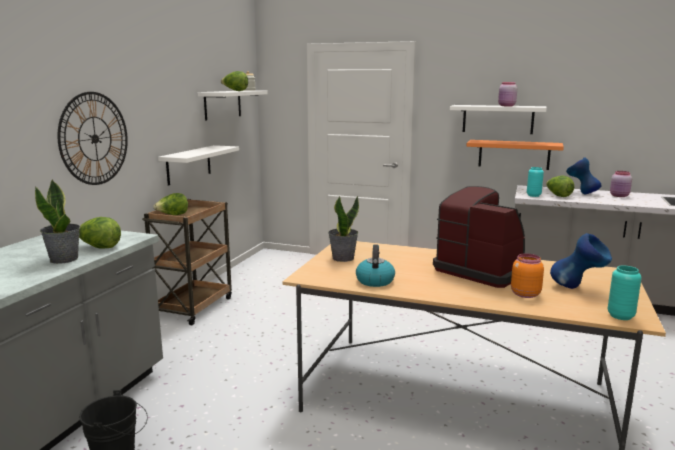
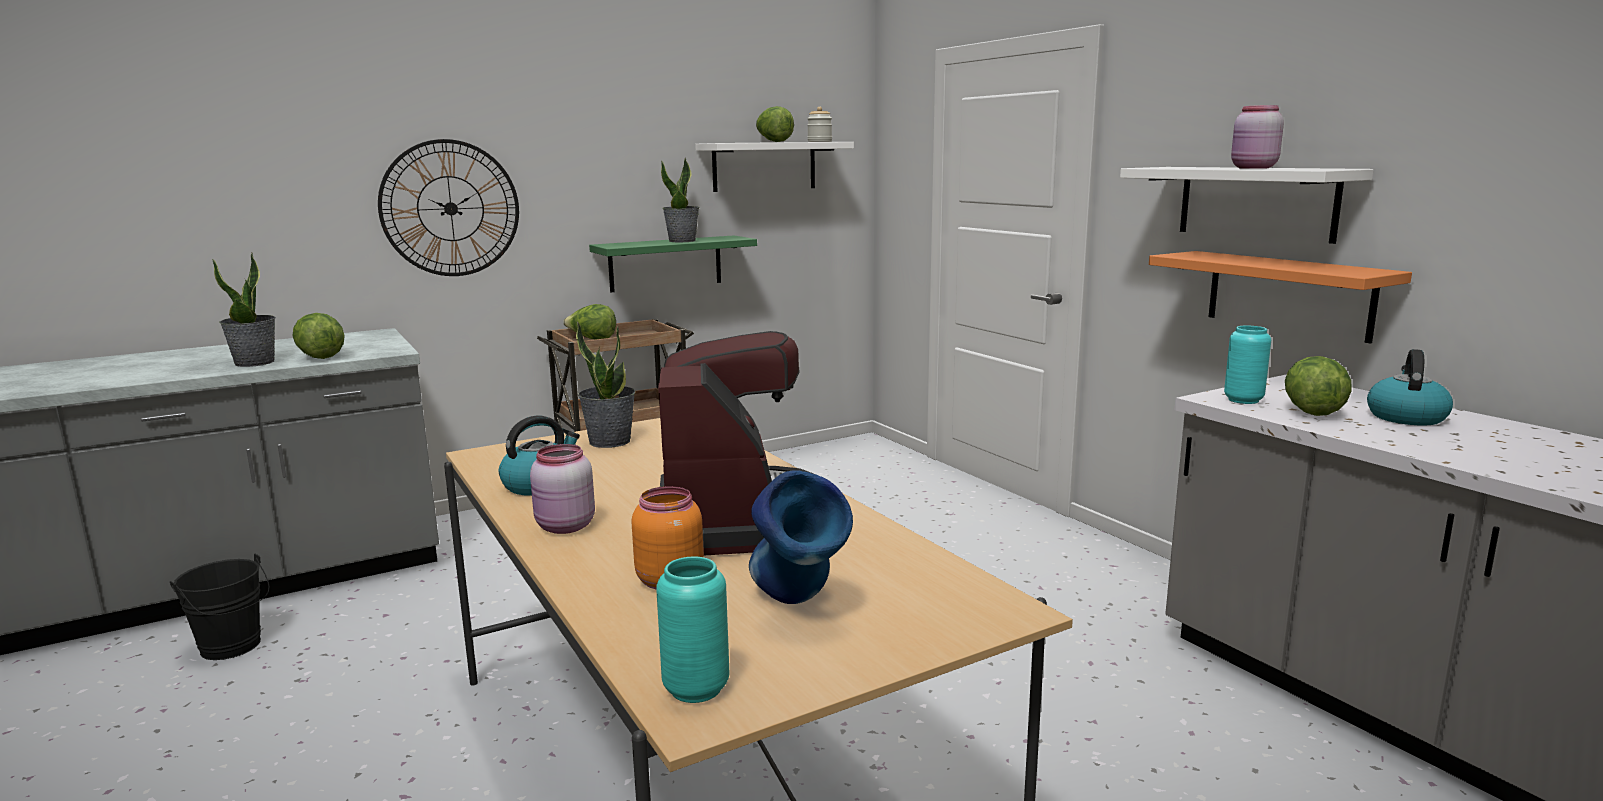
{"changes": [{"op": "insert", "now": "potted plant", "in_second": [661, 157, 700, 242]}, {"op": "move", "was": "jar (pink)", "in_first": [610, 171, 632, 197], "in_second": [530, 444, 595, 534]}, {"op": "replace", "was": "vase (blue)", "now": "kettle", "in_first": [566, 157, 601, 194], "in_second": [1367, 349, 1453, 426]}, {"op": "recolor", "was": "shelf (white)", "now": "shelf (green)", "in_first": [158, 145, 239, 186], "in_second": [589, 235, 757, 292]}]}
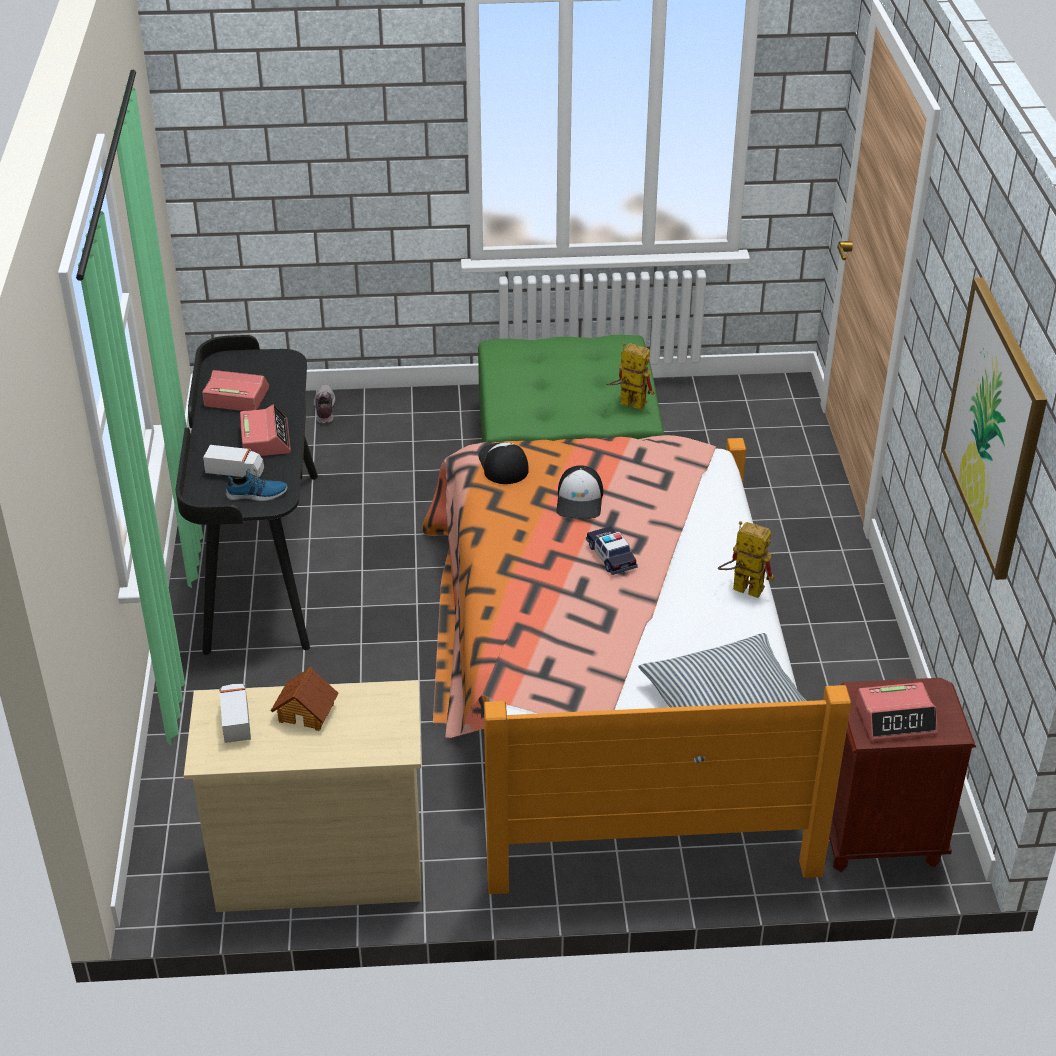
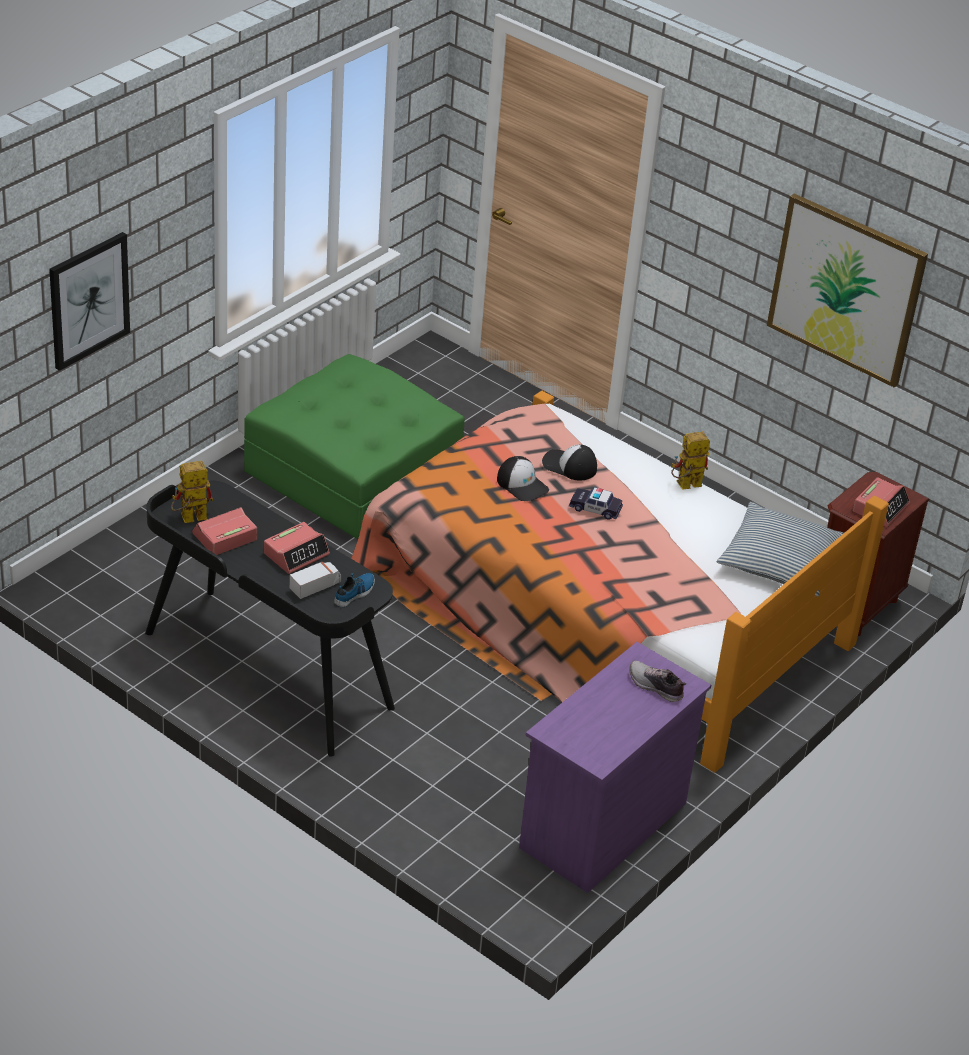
{"changes": [{"op": "delete", "was": "toy truck", "in_first": [219, 684, 251, 743]}, {"op": "delete", "was": "toy house", "in_first": [271, 667, 338, 731]}, {"op": "insert", "now": "picture", "in_second": [49, 232, 130, 371]}, {"op": "move", "was": "shoe", "in_first": [314, 384, 335, 423], "in_second": [629, 661, 686, 702]}, {"op": "move", "was": "cap", "in_first": [478, 442, 529, 484], "in_second": [542, 444, 597, 481]}, {"op": "move", "was": "toy robot", "in_first": [606, 342, 655, 410], "in_second": [171, 461, 213, 523]}, {"op": "recolor", "was": "dresser (beige)", "now": "dresser (purple)", "in_first": [184, 680, 421, 912], "in_second": [519, 642, 711, 893]}, {"op": "rotate", "was": "alarm clock", "in_first": [240, 404, 291, 456], "in_second": [264, 522, 330, 574], "clockwise": 105}]}
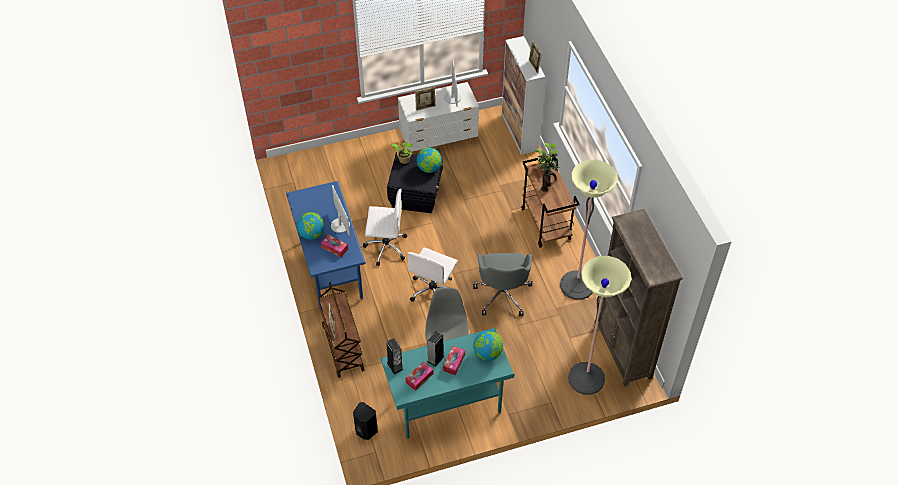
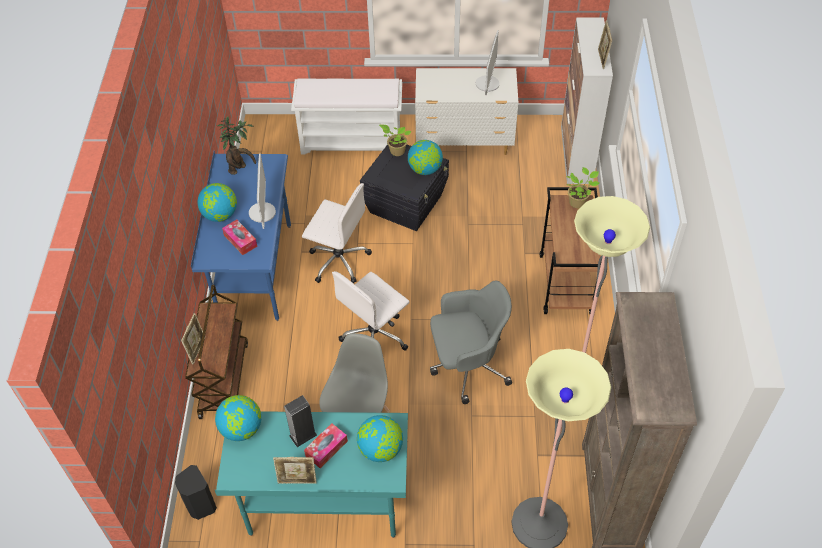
{"changes": [{"op": "delete", "was": "tissue box", "in_first": [405, 362, 433, 391]}, {"op": "insert", "now": "bench (white)", "in_second": [291, 79, 402, 155]}, {"op": "move", "was": "picture frame", "in_first": [415, 87, 436, 111], "in_second": [273, 457, 317, 484]}, {"op": "move", "was": "potted plant", "in_first": [538, 153, 559, 192], "in_second": [217, 116, 256, 175]}, {"op": "replace", "was": "speaker", "now": "globe", "in_first": [386, 338, 403, 374], "in_second": [215, 395, 261, 441]}, {"op": "rotate", "was": "office chair (grey)", "in_first": [473, 253, 532, 316], "in_second": [430, 280, 512, 404], "clockwise": -120}]}
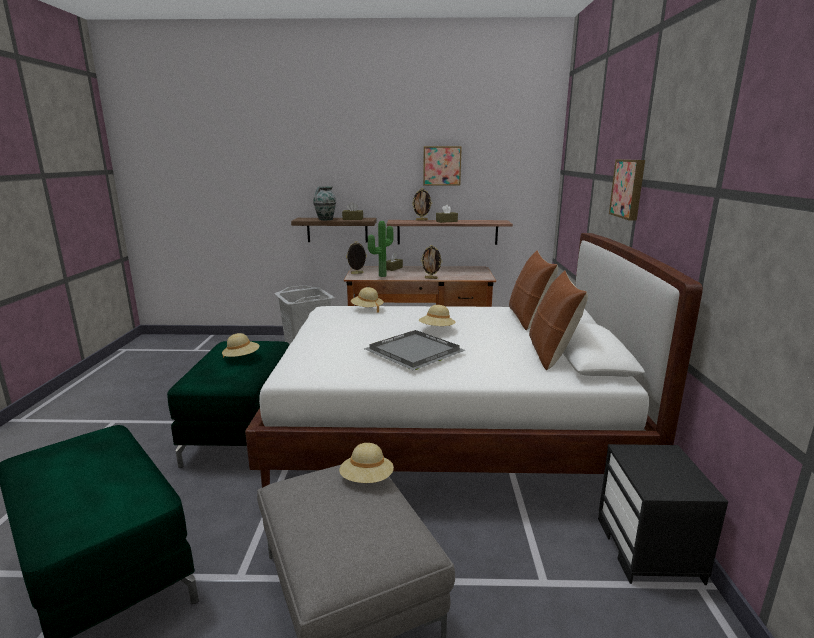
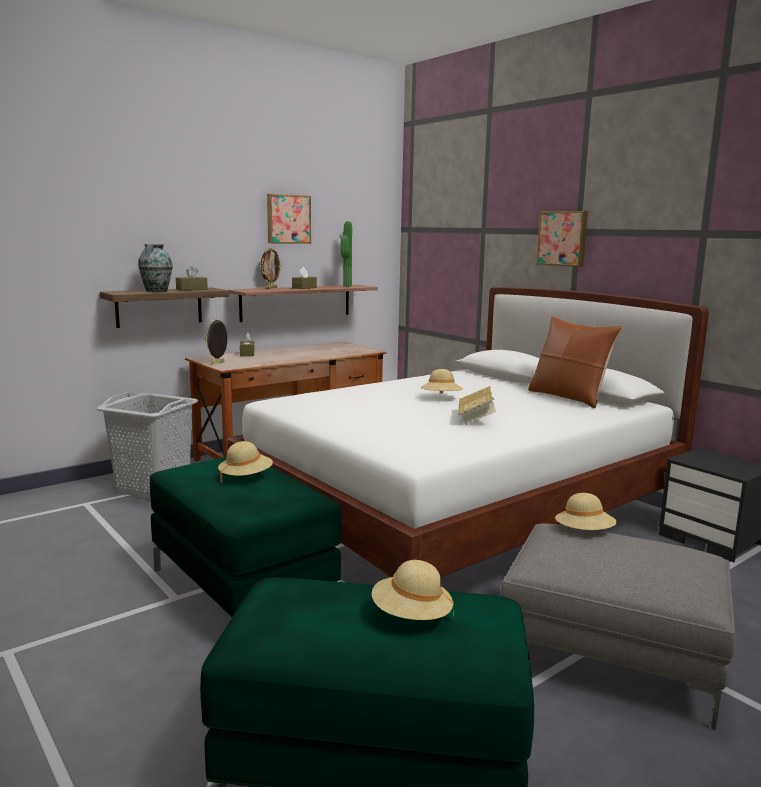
{"changes": [{"op": "delete", "was": "picture frame", "in_first": [421, 245, 442, 279]}, {"op": "delete", "was": "pillow (brown)", "in_first": [509, 250, 558, 330]}, {"op": "move", "was": "hat (beige)", "in_first": [351, 287, 384, 313], "in_second": [372, 560, 454, 620]}, {"op": "move", "was": "potted plant", "in_first": [368, 221, 394, 277], "in_second": [341, 221, 352, 286]}, {"op": "replace", "was": "tray (grey)", "now": "book", "in_first": [364, 330, 465, 370], "in_second": [458, 386, 496, 425]}]}
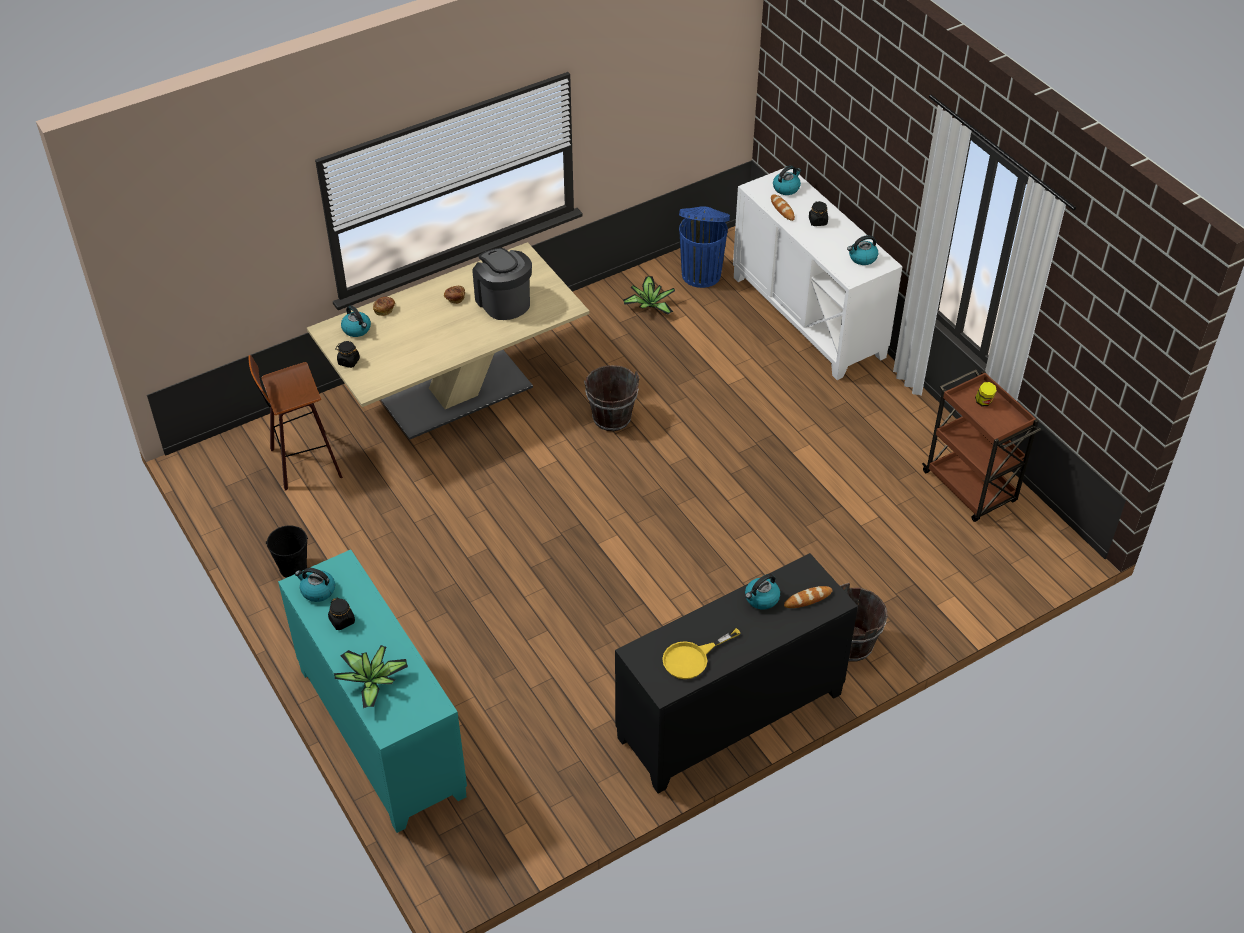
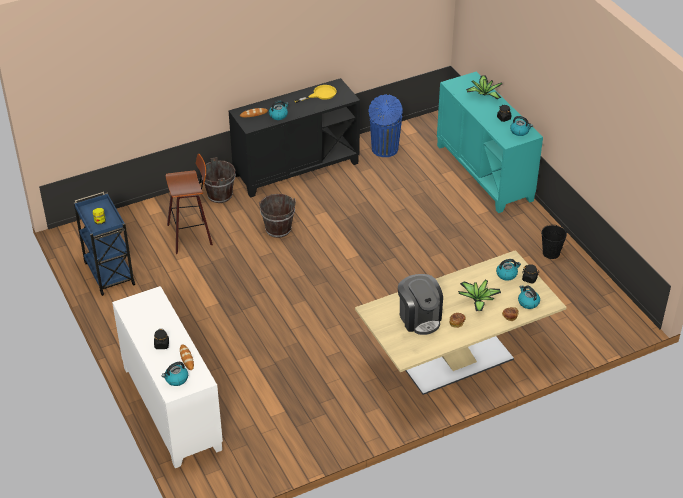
{"changes": [{"op": "move", "was": "stool", "in_first": [248, 355, 343, 490], "in_second": [166, 154, 213, 254]}, {"op": "move", "was": "bucket (brown)", "in_first": [584, 365, 640, 431], "in_second": [259, 194, 296, 238]}, {"op": "move", "was": "potted plant", "in_first": [623, 276, 675, 315], "in_second": [458, 280, 501, 311]}, {"op": "move", "was": "trash can (blue)", "in_first": [679, 206, 730, 288], "in_second": [369, 94, 403, 157]}, {"op": "move", "was": "kettle", "in_first": [847, 235, 878, 265], "in_second": [496, 259, 521, 281]}, {"op": "recolor", "was": "cart (brown)", "now": "cart (blue)", "in_first": [922, 370, 1041, 522], "in_second": [74, 192, 136, 296]}]}
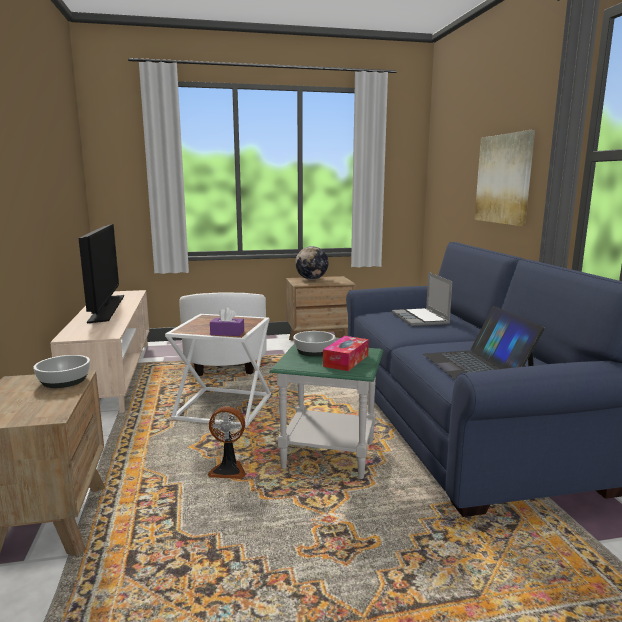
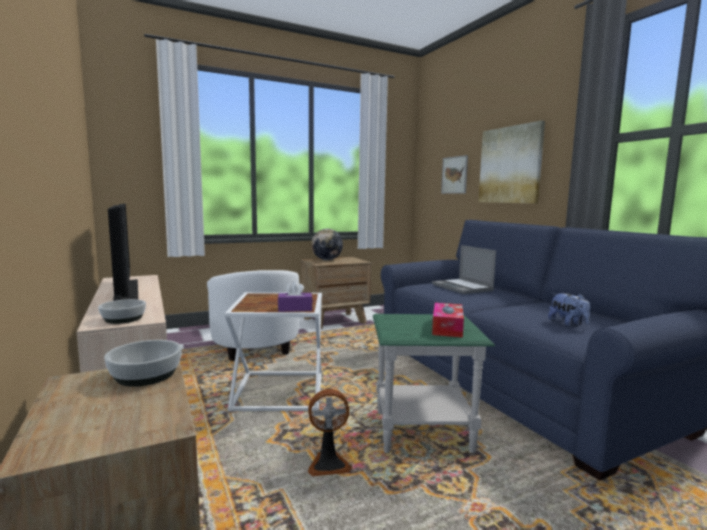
{"changes": [{"op": "insert", "now": "picture", "in_second": [441, 155, 468, 194]}, {"op": "move", "was": "bowl", "in_first": [293, 331, 335, 357], "in_second": [98, 299, 146, 324]}, {"op": "replace", "was": "laptop", "now": "plush toy", "in_first": [423, 306, 545, 379], "in_second": [548, 293, 590, 326]}]}
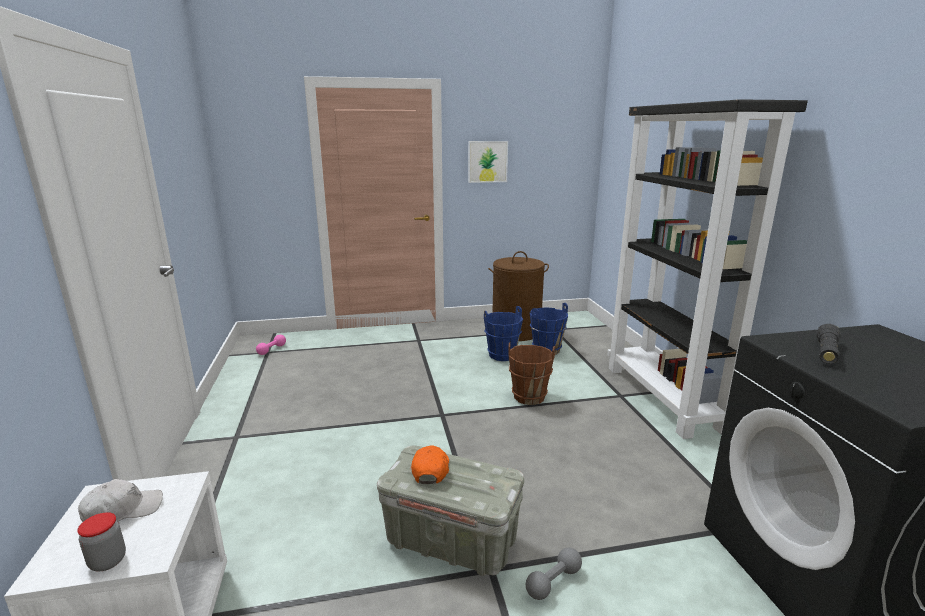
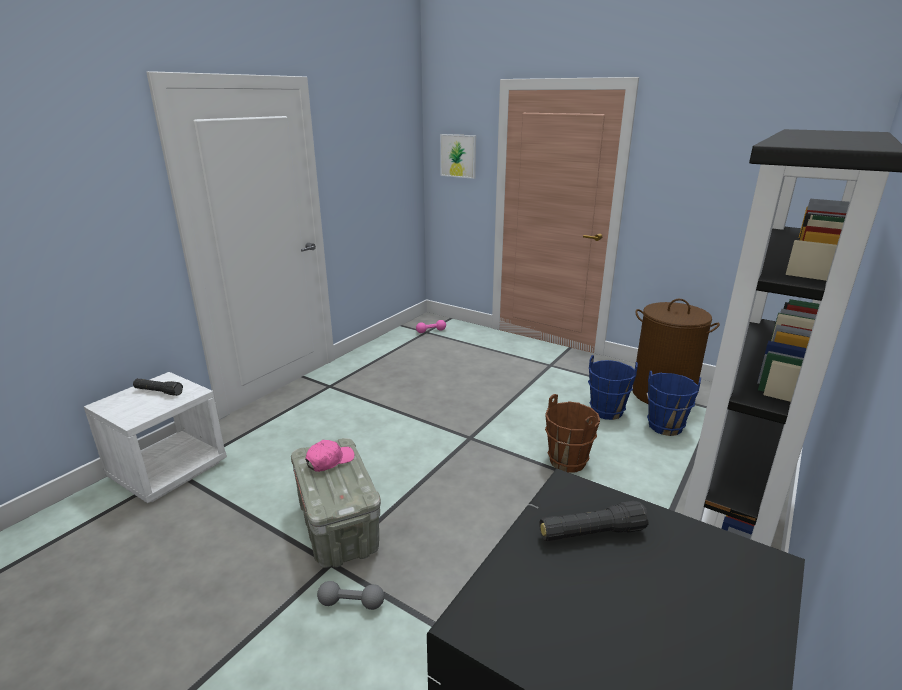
{"changes": [{"op": "delete", "was": "jar", "in_first": [77, 512, 126, 571]}, {"op": "move", "was": "picture", "in_first": [468, 141, 508, 183], "in_second": [440, 134, 476, 179]}, {"op": "replace", "was": "cap (white)", "now": "flashlight (black)", "in_first": [78, 479, 163, 522], "in_second": [133, 378, 183, 396]}, {"op": "recolor", "was": "cap (orange)", "now": "cap (pink)", "in_first": [411, 445, 449, 484], "in_second": [305, 440, 354, 472]}]}
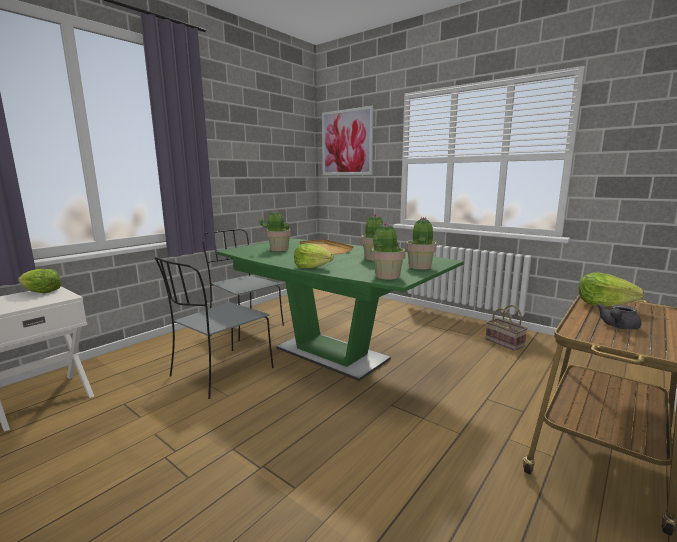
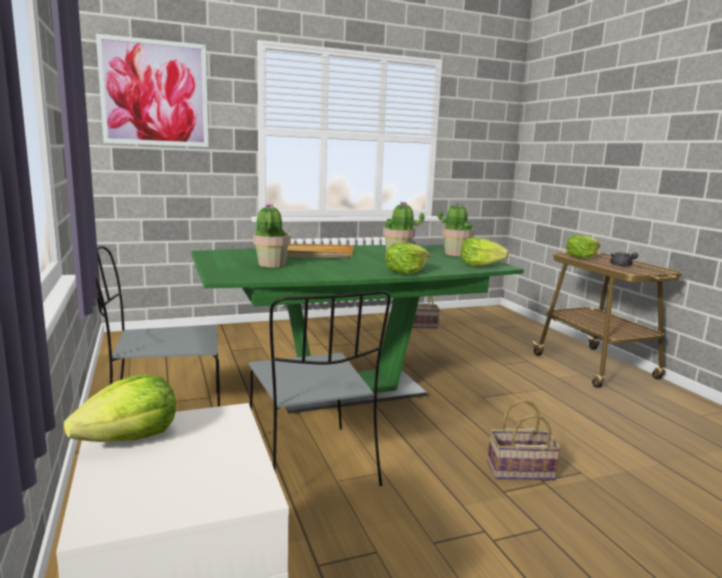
{"changes": [{"op": "insert", "now": "basket", "in_second": [487, 400, 561, 480]}, {"op": "replace", "was": "potted plant", "now": "lettuce", "in_first": [372, 222, 405, 280], "in_second": [461, 237, 509, 266]}]}
